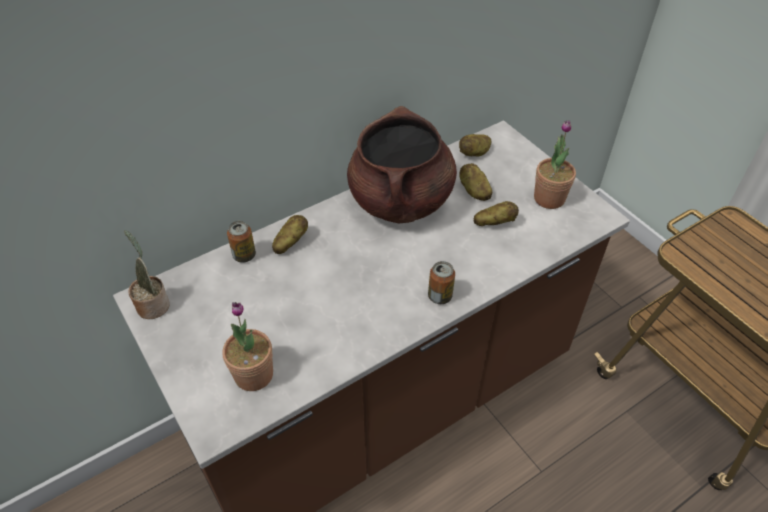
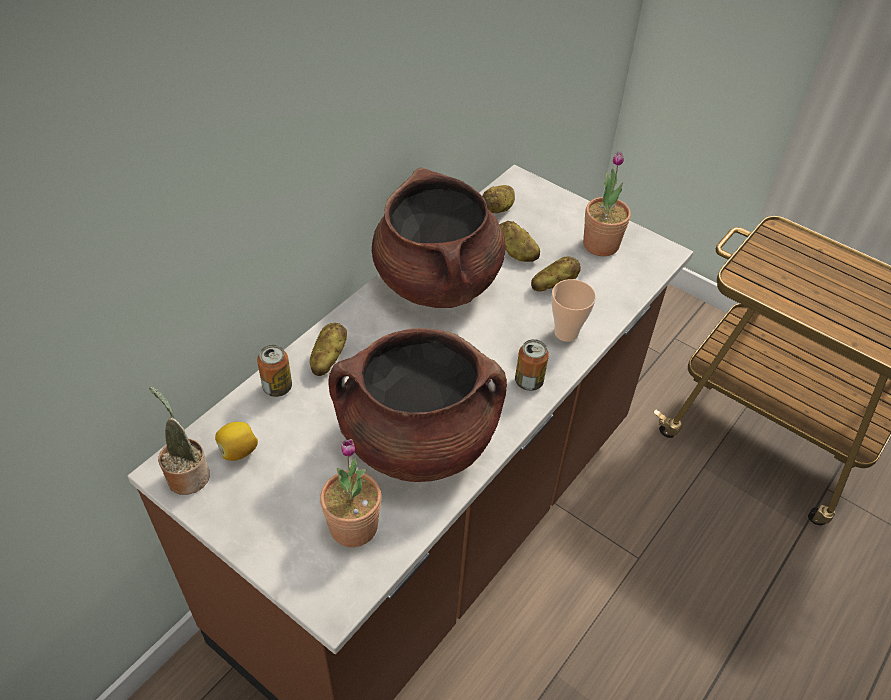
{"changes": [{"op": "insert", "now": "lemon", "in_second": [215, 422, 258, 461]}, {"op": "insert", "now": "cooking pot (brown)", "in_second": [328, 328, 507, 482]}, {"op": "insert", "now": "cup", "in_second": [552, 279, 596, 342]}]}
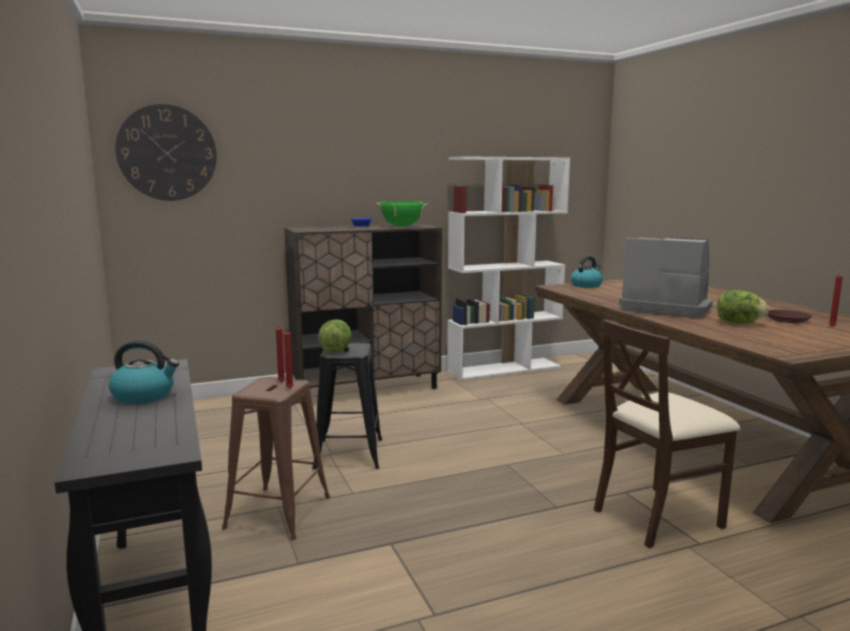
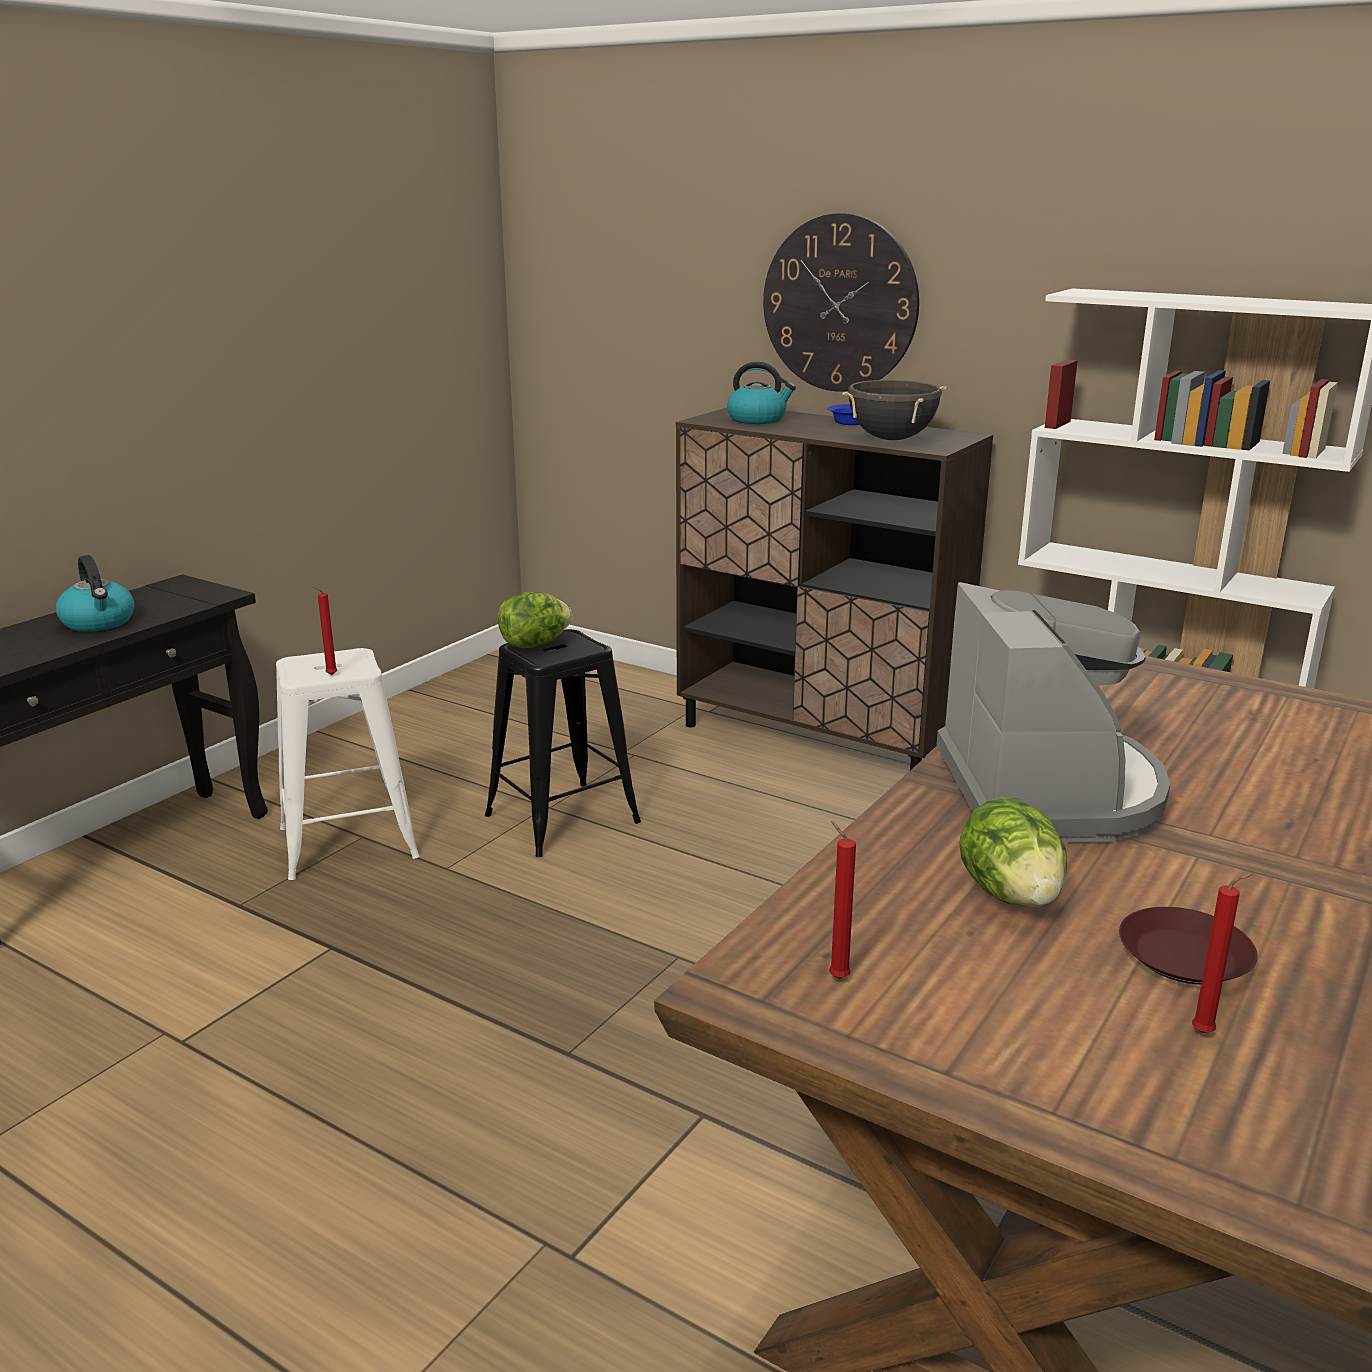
{"changes": [{"op": "delete", "was": "chair (beige)", "in_first": [594, 319, 740, 548]}, {"op": "move", "was": "wall clock", "in_first": [115, 104, 217, 201], "in_second": [763, 213, 919, 392]}, {"op": "move", "was": "candle (red)", "in_first": [272, 323, 285, 382], "in_second": [829, 821, 856, 979]}, {"op": "move", "was": "kettle", "in_first": [571, 256, 603, 288], "in_second": [727, 362, 796, 424]}, {"op": "recolor", "was": "stool (brown)", "now": "stool (white)", "in_first": [222, 377, 330, 540], "in_second": [276, 648, 420, 880]}, {"op": "recolor", "was": "cooking pot (green)", "now": "cooking pot (black)", "in_first": [376, 201, 428, 227], "in_second": [842, 380, 946, 440]}]}
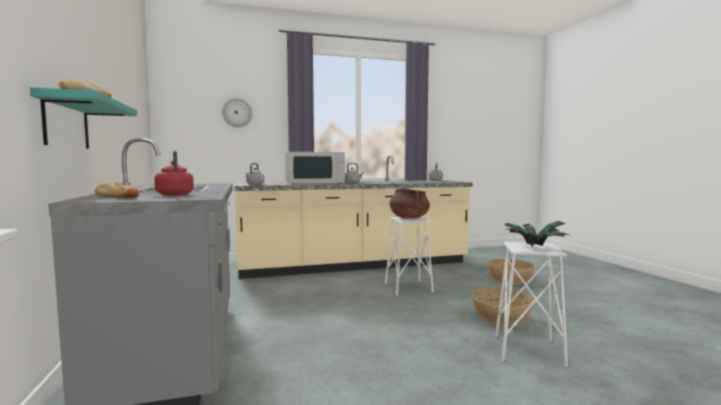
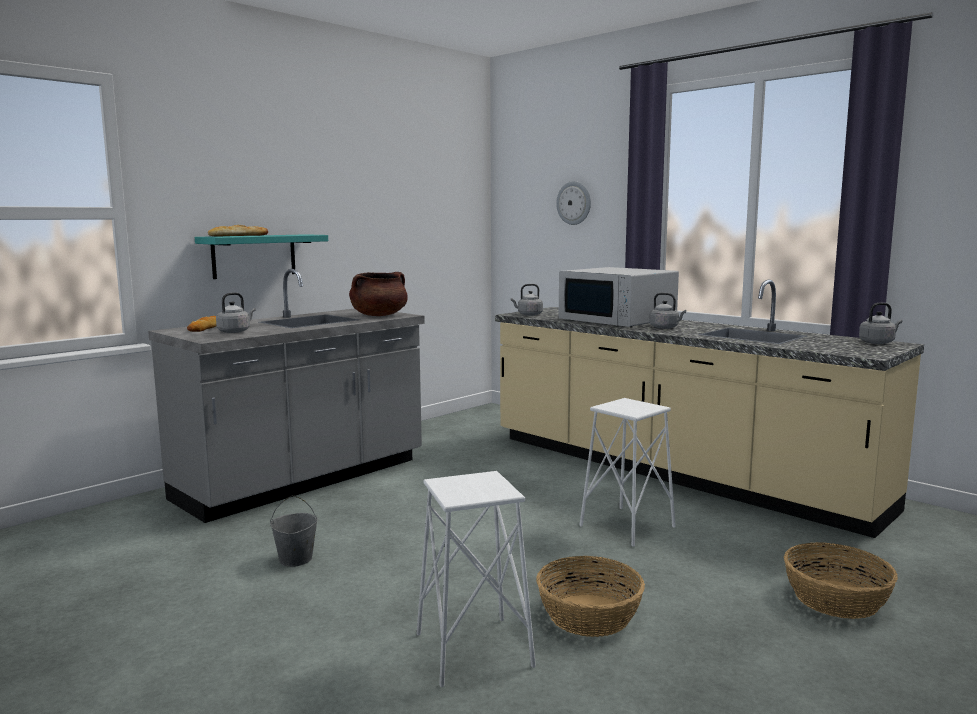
{"changes": [{"op": "delete", "was": "potted plant", "in_first": [505, 221, 569, 246]}, {"op": "insert", "now": "bucket (grey)", "in_second": [270, 495, 318, 567]}, {"op": "move", "was": "cooking pot (brown)", "in_first": [390, 188, 430, 219], "in_second": [349, 272, 408, 316]}, {"op": "recolor", "was": "kettle (red)", "now": "kettle (grey)", "in_first": [154, 151, 194, 196], "in_second": [216, 293, 256, 333]}]}
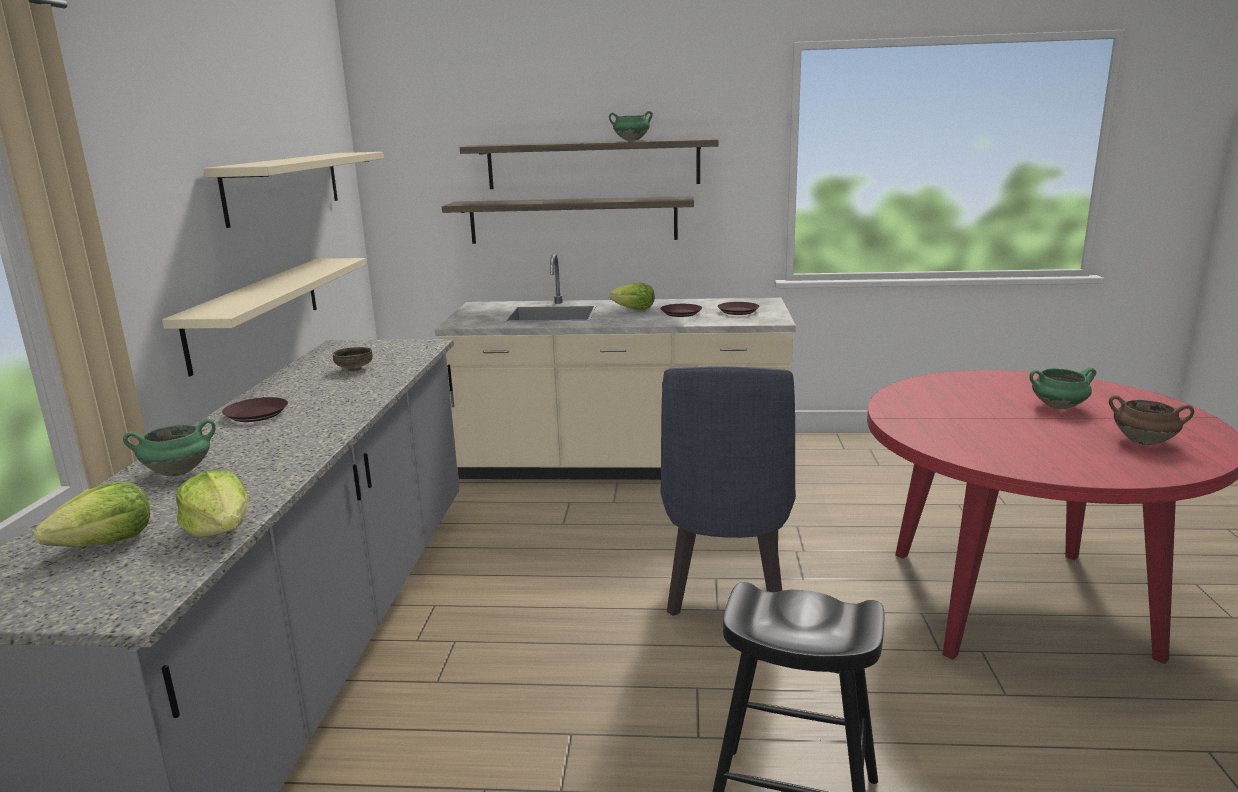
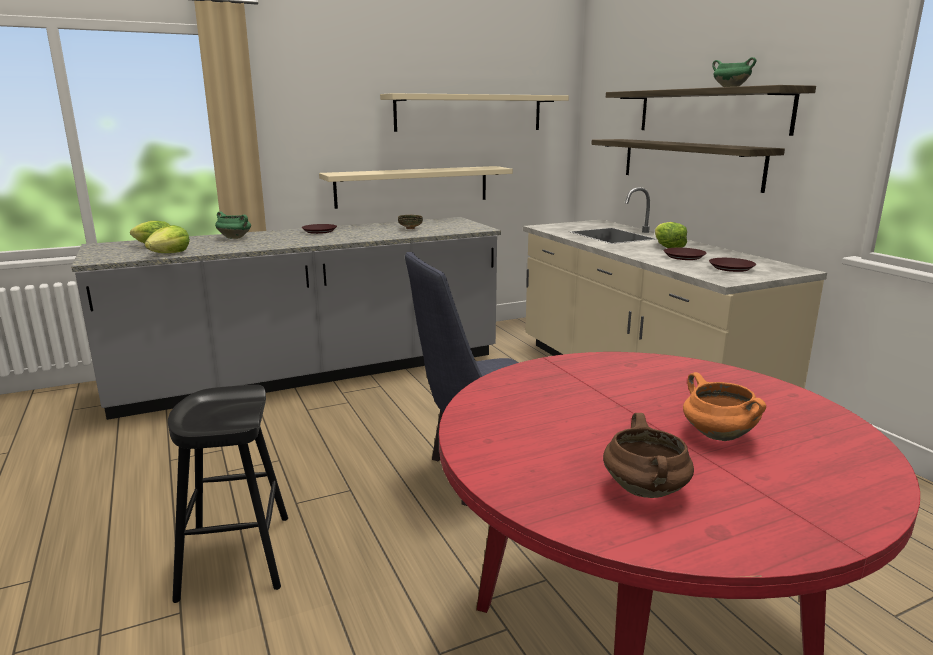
{"changes": [{"op": "recolor", "was": "cooking pot (green)", "now": "cooking pot (orange)", "in_first": [1030, 368, 1096, 409], "in_second": [683, 372, 766, 441]}]}
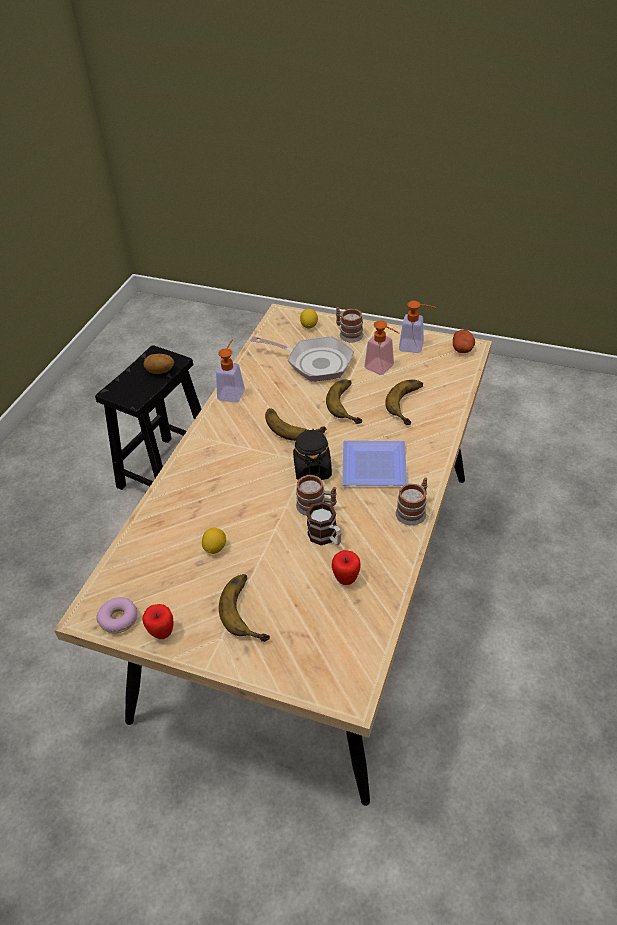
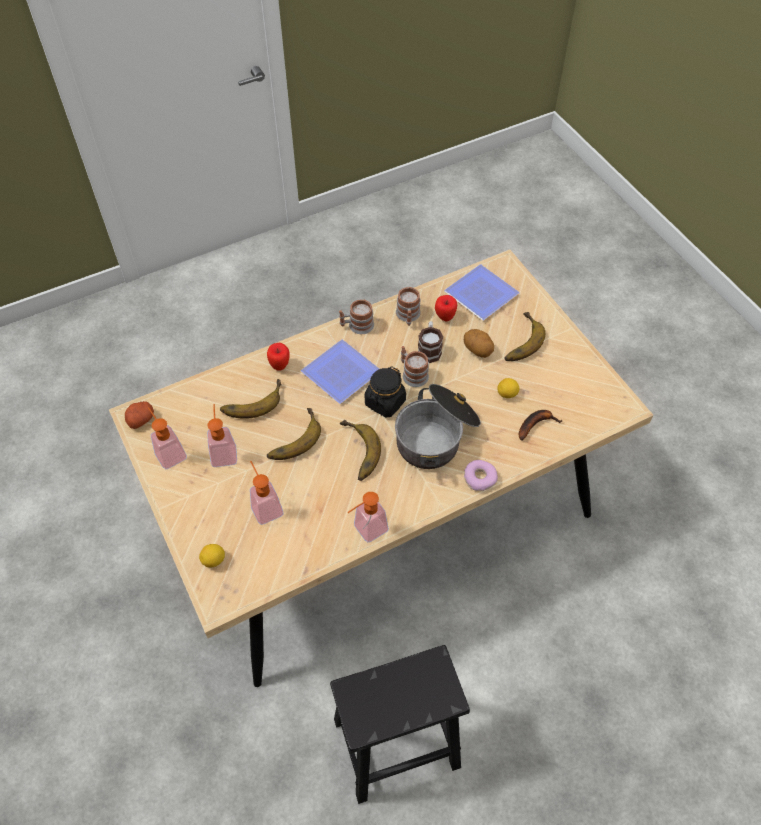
{"changes": [{"op": "insert", "now": "cooking pot", "in_second": [395, 384, 481, 469]}, {"op": "insert", "now": "plate", "in_second": [444, 264, 520, 320]}, {"op": "insert", "now": "banana", "in_second": [519, 410, 562, 441]}, {"op": "move", "was": "donut", "in_first": [96, 597, 137, 633], "in_second": [464, 460, 498, 491]}, {"op": "move", "was": "apple", "in_first": [142, 604, 173, 639], "in_second": [267, 343, 290, 371]}, {"op": "move", "was": "potato", "in_first": [143, 354, 174, 374], "in_second": [464, 329, 494, 358]}, {"op": "move", "was": "mug", "in_first": [336, 307, 364, 342], "in_second": [396, 287, 421, 326]}, {"op": "replace", "was": "frying pan", "now": "soap dispenser", "in_first": [250, 336, 354, 381], "in_second": [250, 461, 284, 525]}]}
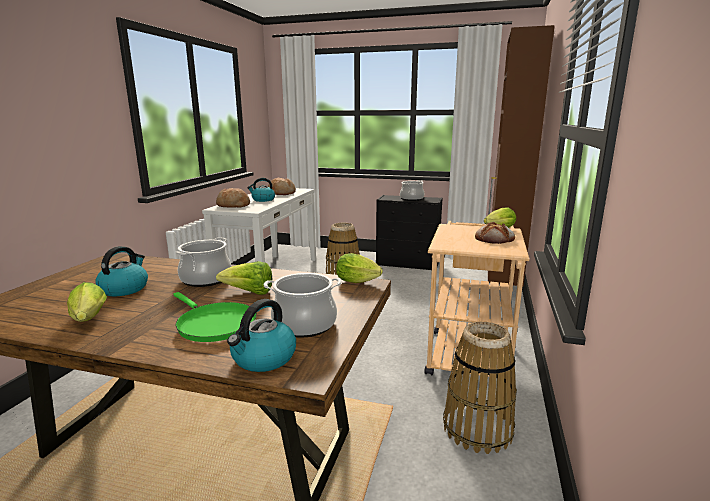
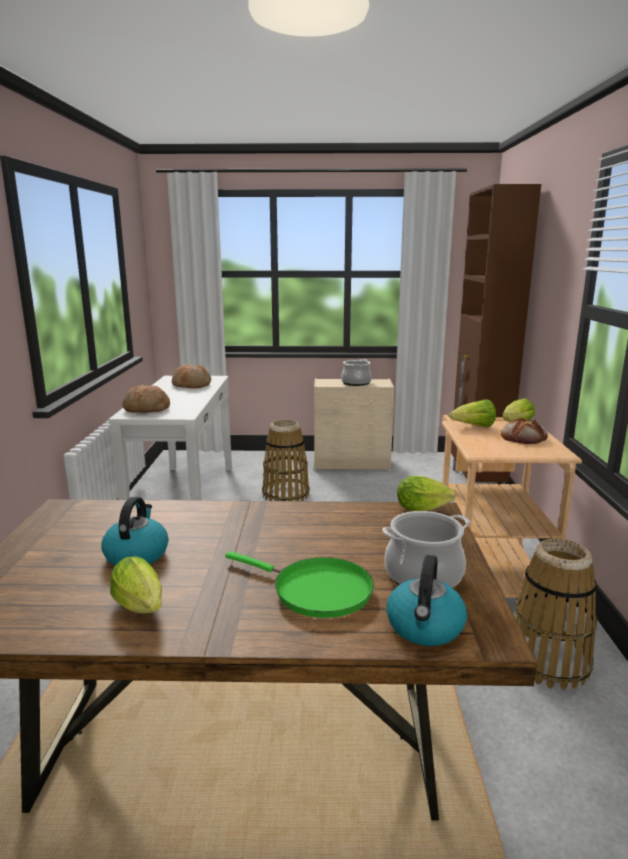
{"changes": [{"op": "delete", "was": "cooking pot", "in_first": [175, 237, 232, 287]}, {"op": "delete", "was": "kettle", "in_first": [247, 178, 275, 202]}, {"op": "move", "was": "lettuce", "in_first": [216, 261, 273, 295], "in_second": [450, 399, 496, 427]}, {"op": "recolor", "was": "dresser (black)", "now": "dresser (beige)", "in_first": [376, 195, 443, 270], "in_second": [314, 379, 394, 471]}]}
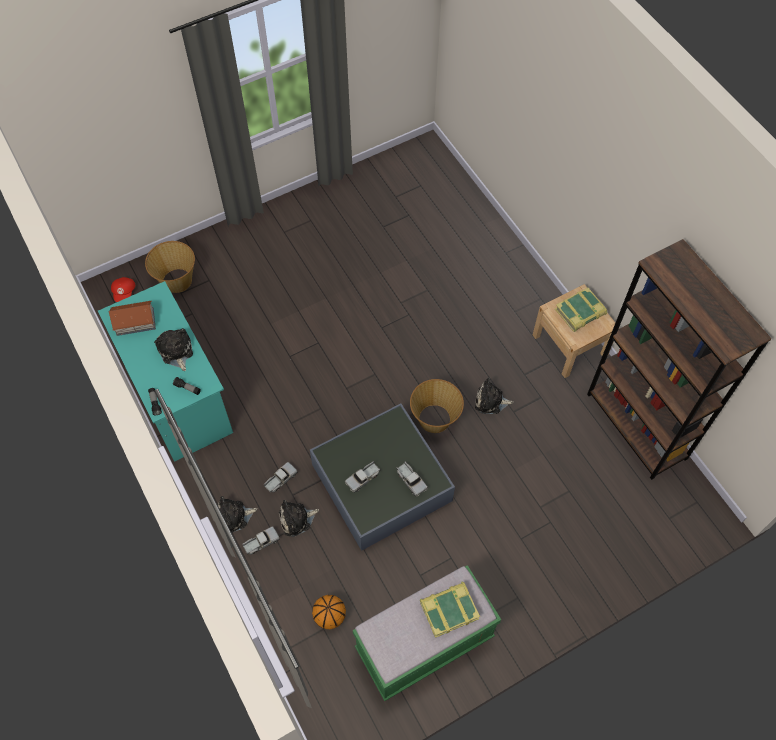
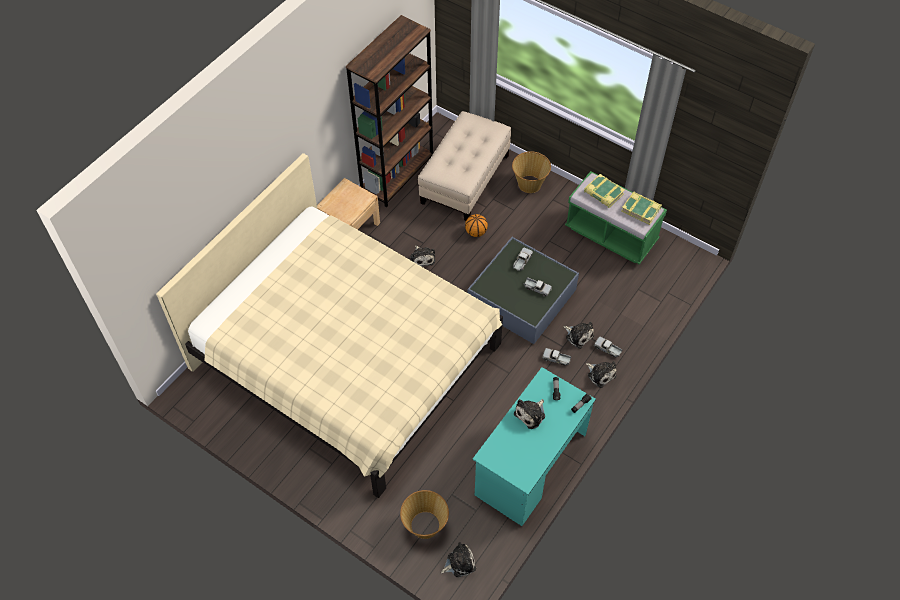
{"changes": [{"op": "delete", "was": "toy house", "in_first": [109, 301, 156, 336]}, {"op": "insert", "now": "bed (beige)", "in_second": [156, 153, 503, 498]}, {"op": "insert", "now": "ottoman (beige)", "in_second": [418, 111, 511, 221]}, {"op": "move", "was": "basketball", "in_first": [312, 595, 346, 629], "in_second": [465, 214, 488, 237]}, {"op": "move", "was": "basket", "in_first": [410, 379, 464, 433], "in_second": [512, 151, 551, 193]}, {"op": "move", "was": "book", "in_first": [555, 288, 607, 332], "in_second": [621, 192, 662, 225]}, {"op": "replace", "was": "cap (red)", "now": "plush toy", "in_first": [111, 277, 135, 302], "in_second": [441, 542, 476, 577]}]}
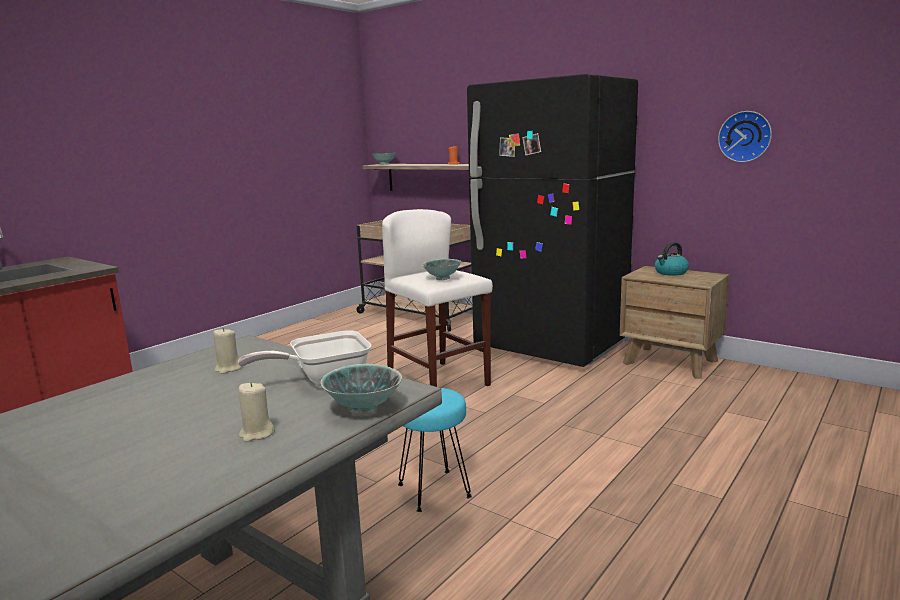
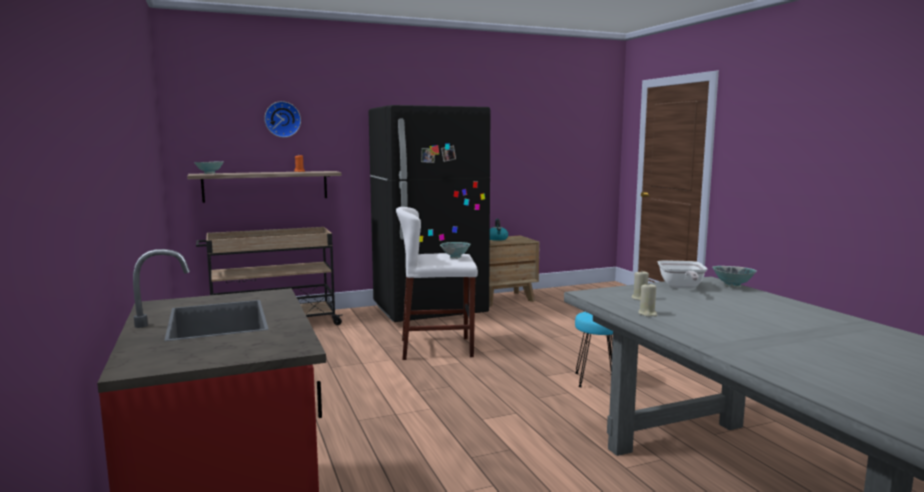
{"changes": [{"op": "move", "was": "candle (beige)", "in_first": [238, 382, 275, 442], "in_second": [638, 282, 657, 317]}, {"op": "move", "was": "wall clock", "in_first": [718, 111, 772, 162], "in_second": [264, 101, 301, 137]}]}
